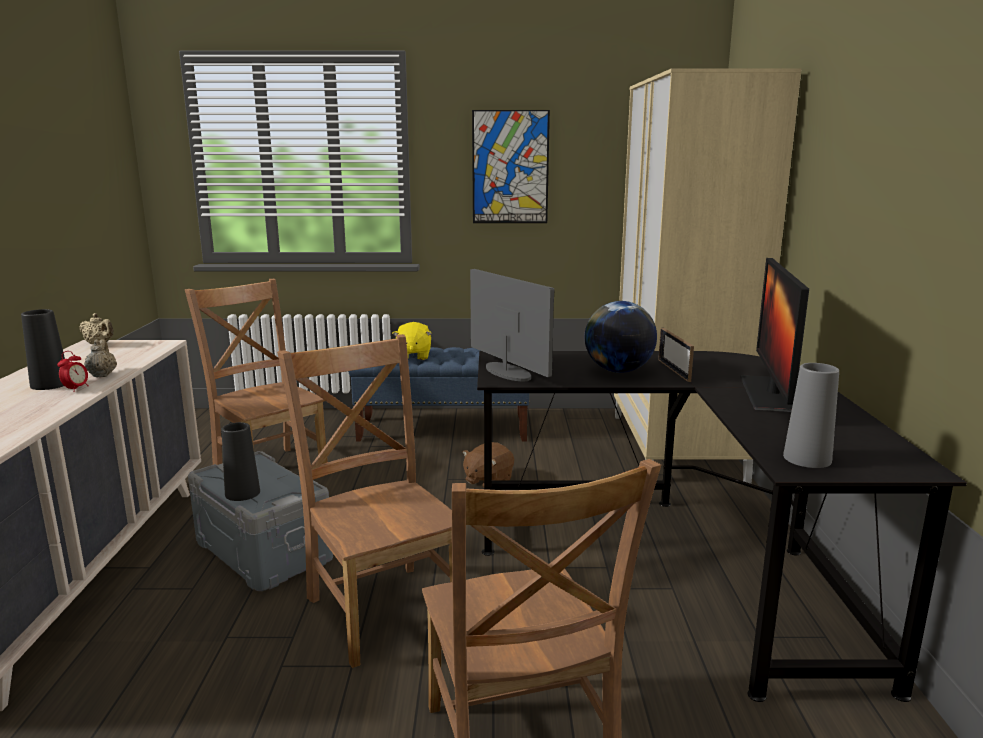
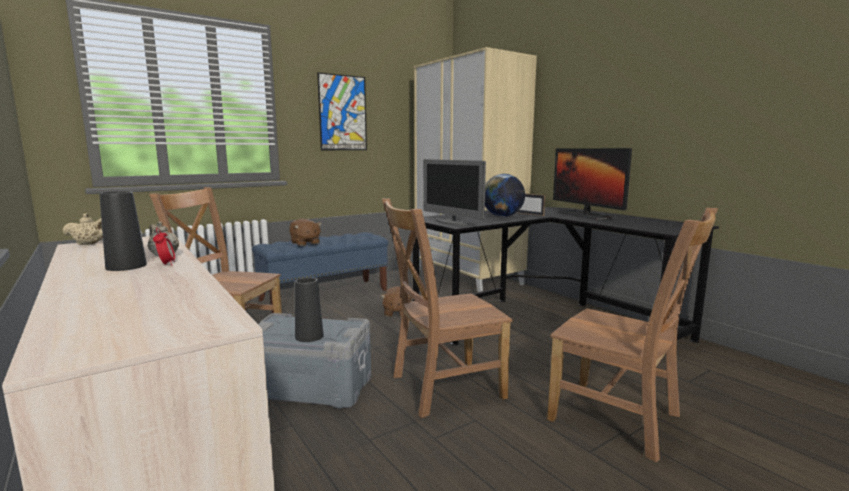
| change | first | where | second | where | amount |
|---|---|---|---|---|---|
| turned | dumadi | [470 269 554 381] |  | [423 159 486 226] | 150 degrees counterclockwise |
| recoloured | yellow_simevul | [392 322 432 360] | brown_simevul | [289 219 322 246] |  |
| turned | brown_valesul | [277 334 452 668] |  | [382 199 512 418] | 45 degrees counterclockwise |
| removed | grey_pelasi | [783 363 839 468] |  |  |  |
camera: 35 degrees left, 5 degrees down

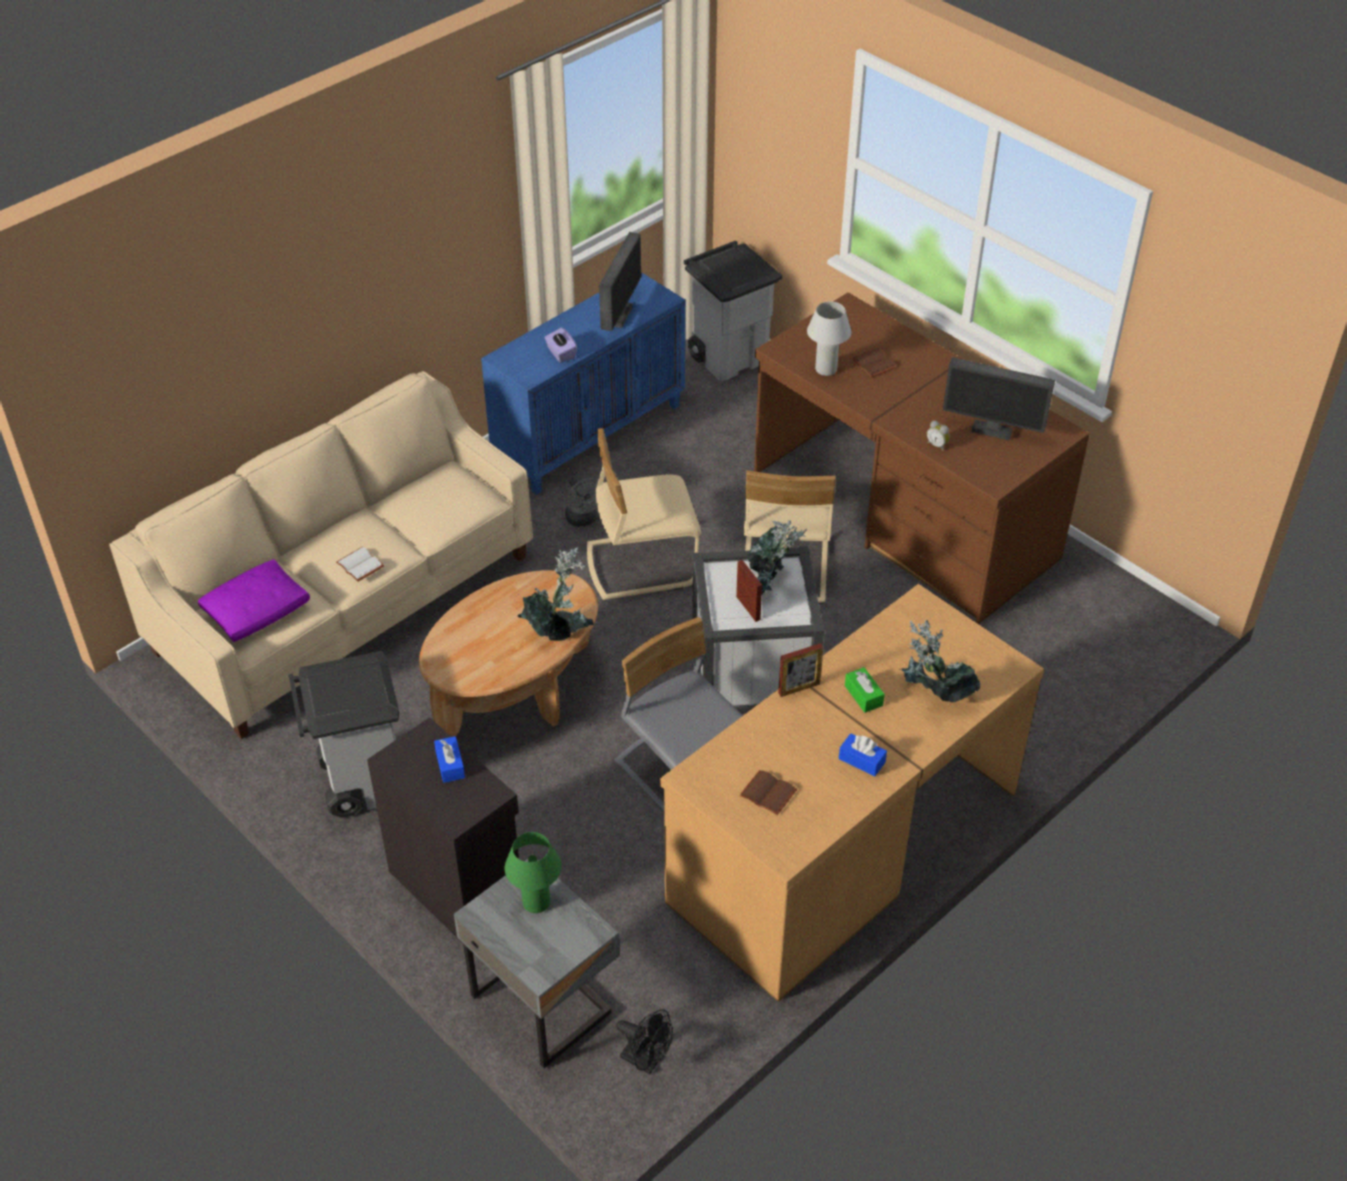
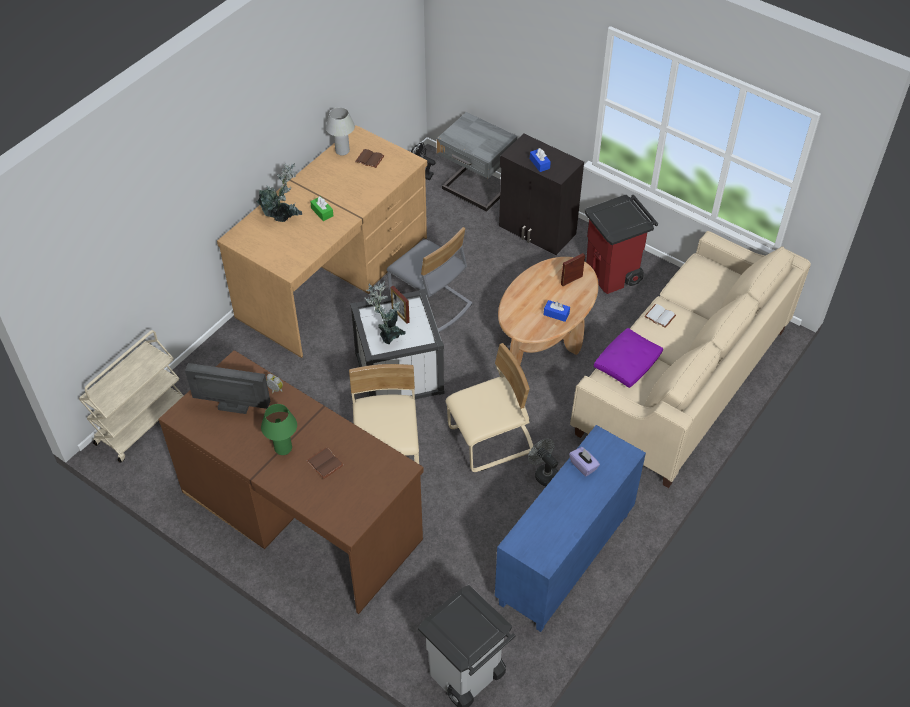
| change | first | where | second | where | amount |
|---|---|---|---|---|---|
| removed | dumadi | [599 232 641 331] |  |  |  |
| moved | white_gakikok | [807 301 851 376] |  | [326 107 355 156] |  |
| removed | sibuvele | [518 547 594 641] |  |  |  |
| moved | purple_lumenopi | [198 559 310 642] |  | [594 328 663 388] |  |
| moved | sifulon | [778 643 823 697] |  | [561 253 585 286] |  |
| recoloured | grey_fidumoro | [289 651 399 818] | red_fidumoro | [585 194 658 294] |  |
| moved | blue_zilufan | [839 734 887 777] |  | [544 300 570 322] |  |
| moved | green_gakikok | [505 832 561 913] |  | [261 404 297 455] |  |
| added |  |  | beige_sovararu | [79 330 184 463] |  |
camera: 170 degrees right, 5 degrees up

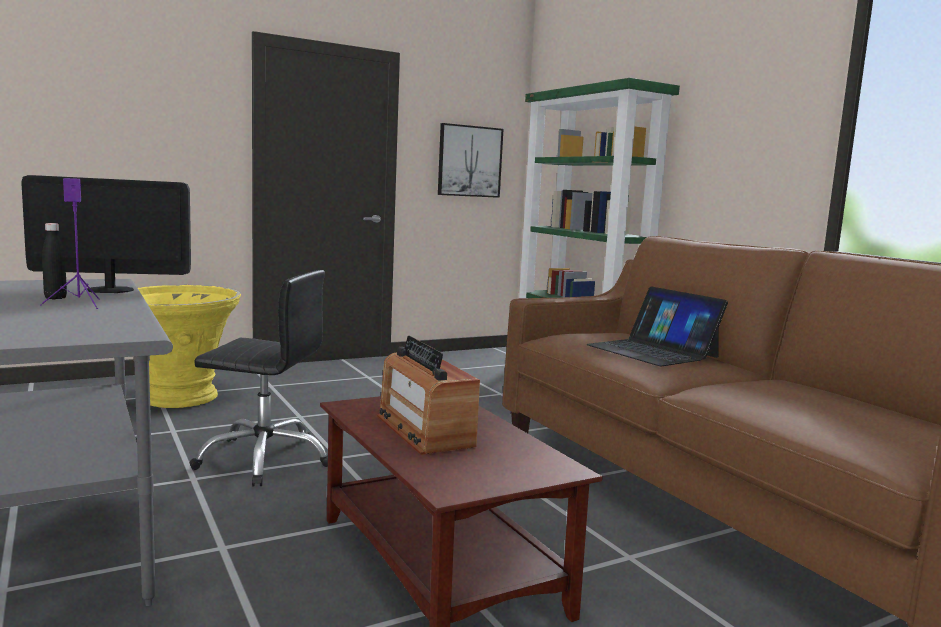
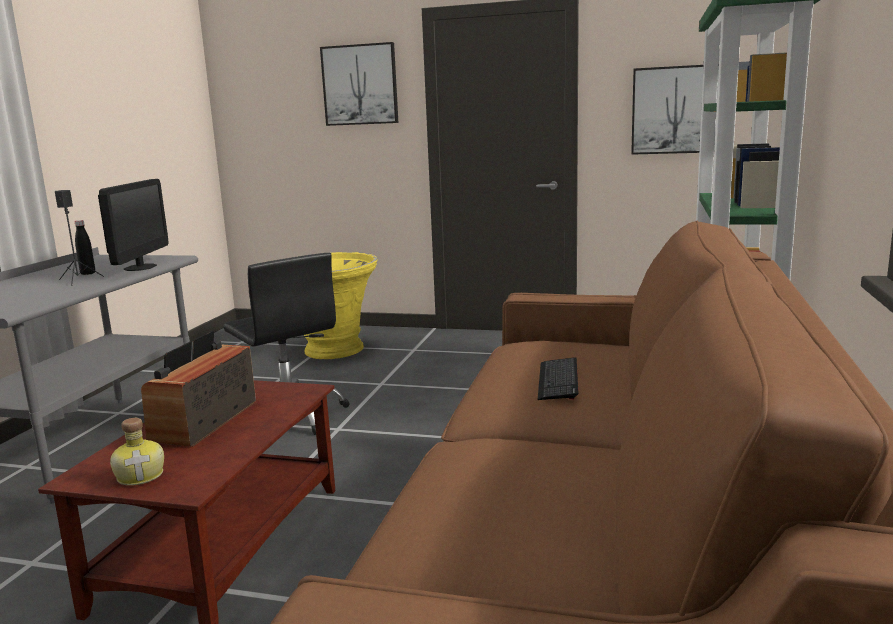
| change | first | where | second | where | amount |
|---|---|---|---|---|---|
| turned | dumadi | [21 175 191 293] |  | [98 179 169 271] | 60 degrees clockwise |
| recoloured | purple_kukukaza | [40 178 100 309] | black_kukukaza | [55 190 104 286] |  |
| replaced | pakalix | [586 286 728 366] | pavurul | [538 357 578 400] |  |
| added |  |  | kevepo | [320 42 399 126] |  |
| added |  |  | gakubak | [110 418 164 486] |  |
camera: 45 degrees right, 5 degrees up

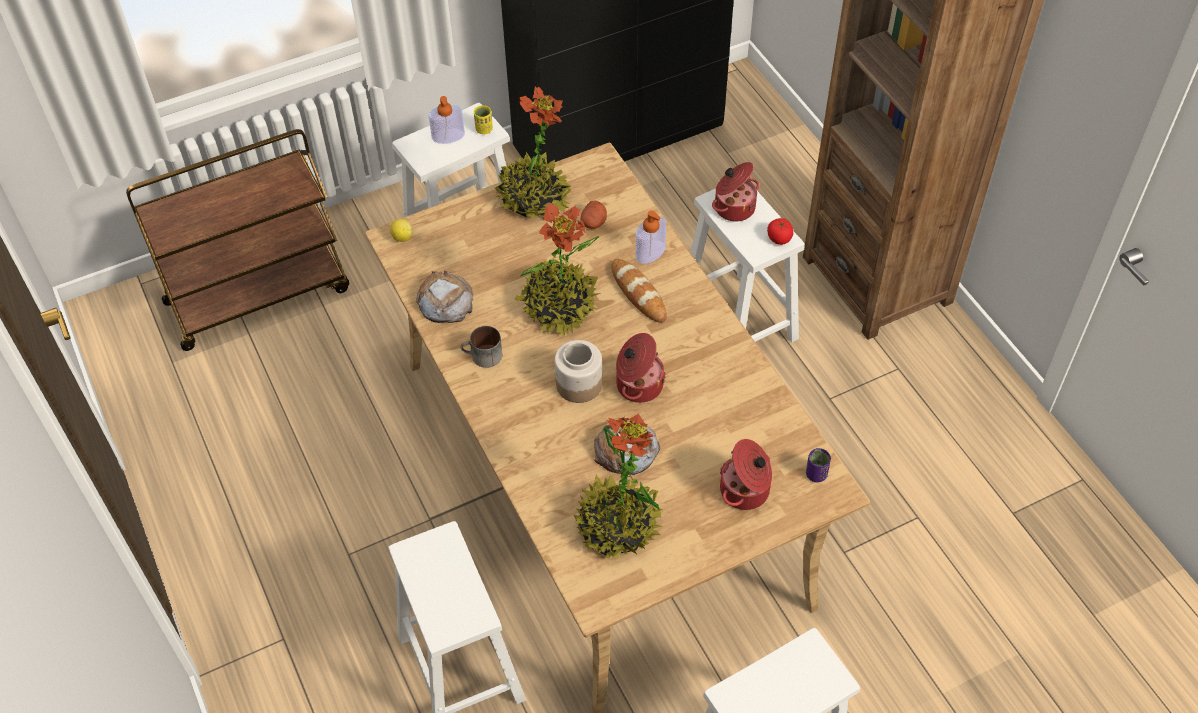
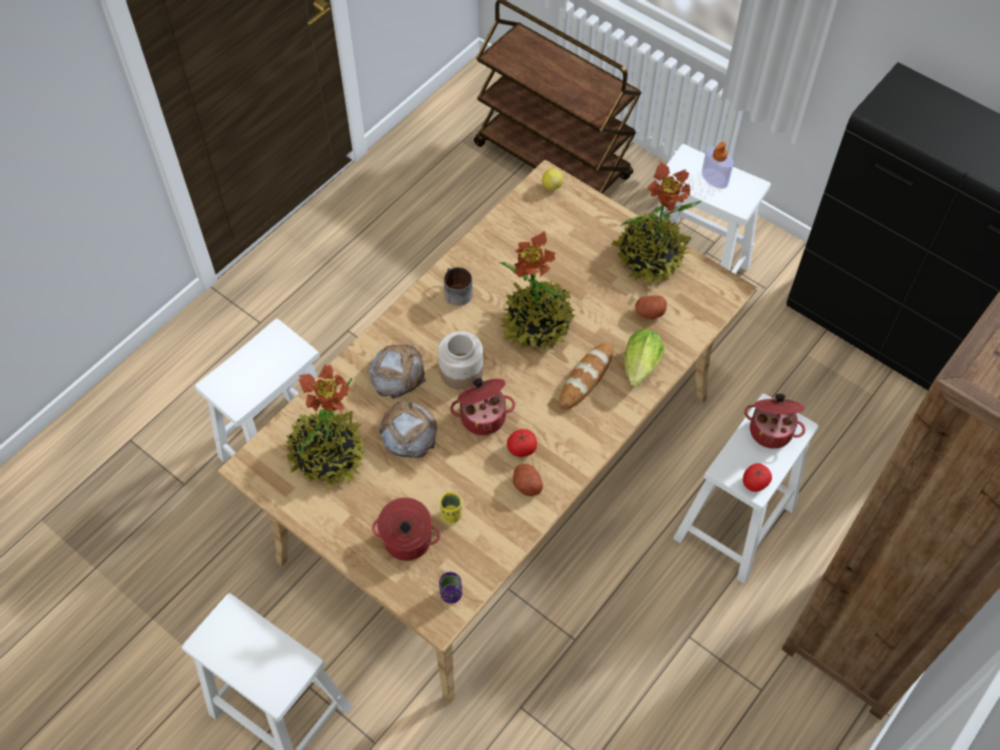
| change | first | where | second | where | amount |
|---|---|---|---|---|---|
| moved | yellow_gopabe | [474 105 493 134] |  | [440 492 462 524] |  |
| replaced | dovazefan | [636 210 666 264] | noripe | [624 329 664 387] |  |
| moved | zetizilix | [416 271 473 323] |  | [369 344 425 399] |  |
| added |  |  | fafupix | [507 429 537 457] |  |
| added |  |  | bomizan | [513 464 543 496] |  |
camera: 65 degrees right, 5 degrees up

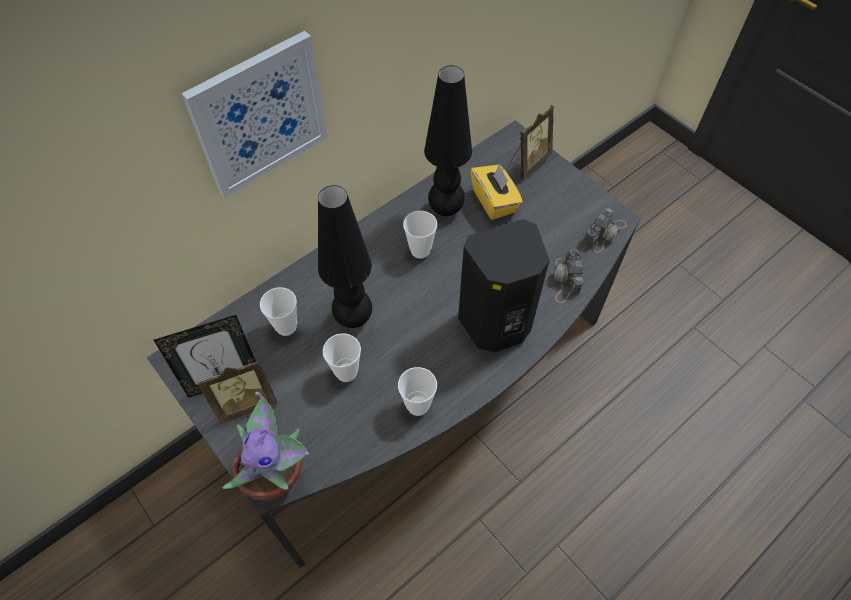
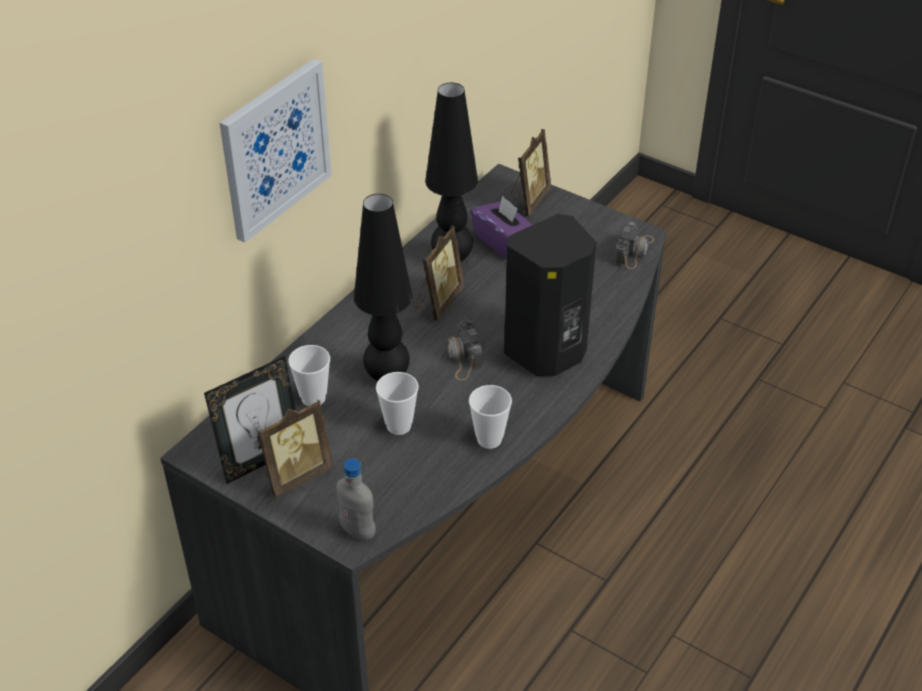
| change | first | where | second | where | amount |
|---|---|---|---|---|---|
| recoloured | yellow_zilufan | [470 164 523 220] | purple_zilufan | [471 195 532 259] |  |
| replaced | gopabe | [403 211 437 259] | sifulon | [415 226 465 321] |  |
| moved | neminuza | [554 249 583 303] |  | [447 320 483 380] |  |
| replaced | sibuvele | [222 392 309 500] | grey_gakubak | [336 458 375 540] |  |
camera: 15 degrees left, 15 degrees down

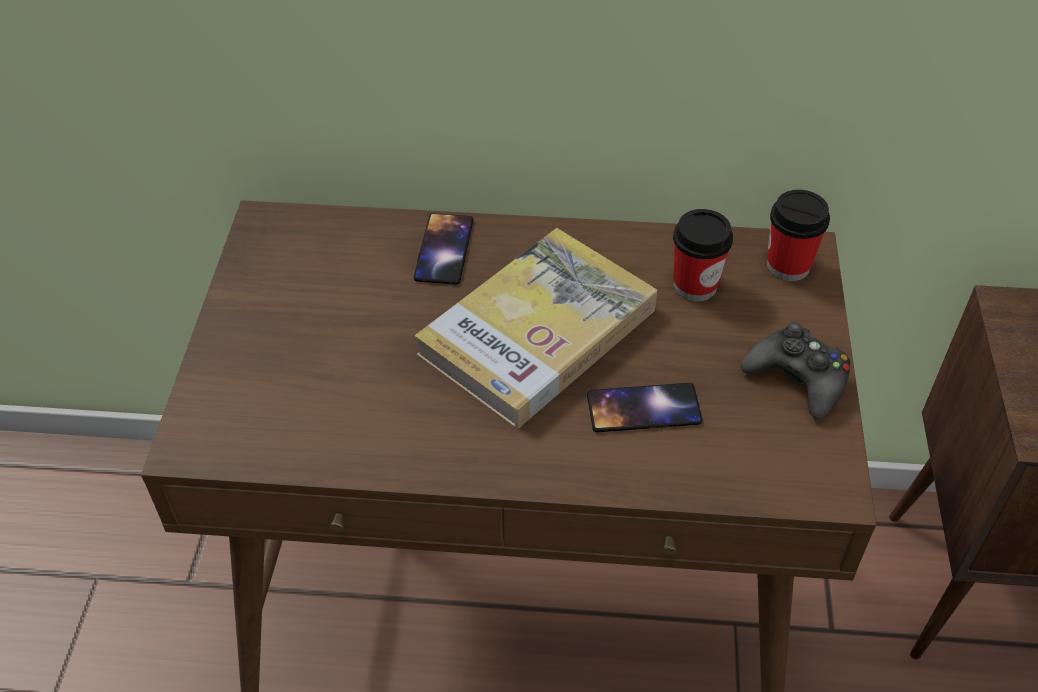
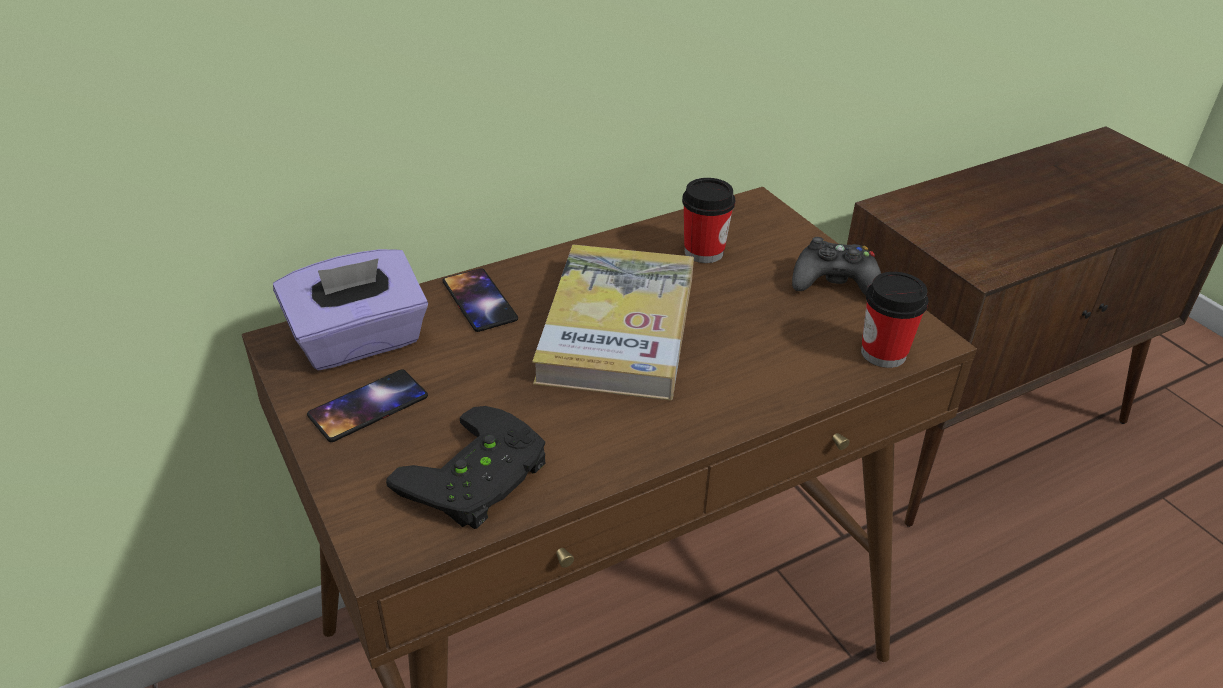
| change | first | where | second | where | amount |
|---|---|---|---|---|---|
| moved | gopabe | [767 190 830 281] |  | [861 272 929 368] |  |
| moved | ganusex | [587 383 703 432] |  | [307 369 428 442] |  |
| added |  |  | purple_zilufan | [273 249 428 370] |  |
| added |  |  | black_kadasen | [386 406 546 529] |  |
camera: 35 degrees left, 10 degrees down

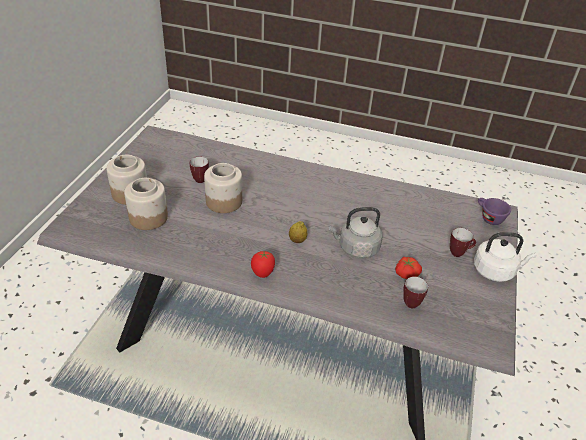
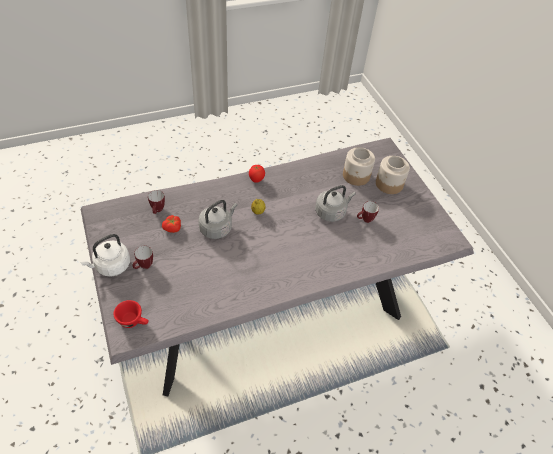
| change | first | where | second | where | amount |
|---|---|---|---|---|---|
| replaced | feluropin | [204 163 242 213] | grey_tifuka | [315 185 356 222] |  |
| recoloured | purple_gopabe | [478 198 511 225] | red_gopabe | [113 300 149 328] |  |
camera: 140 degrees right, 10 degrees up

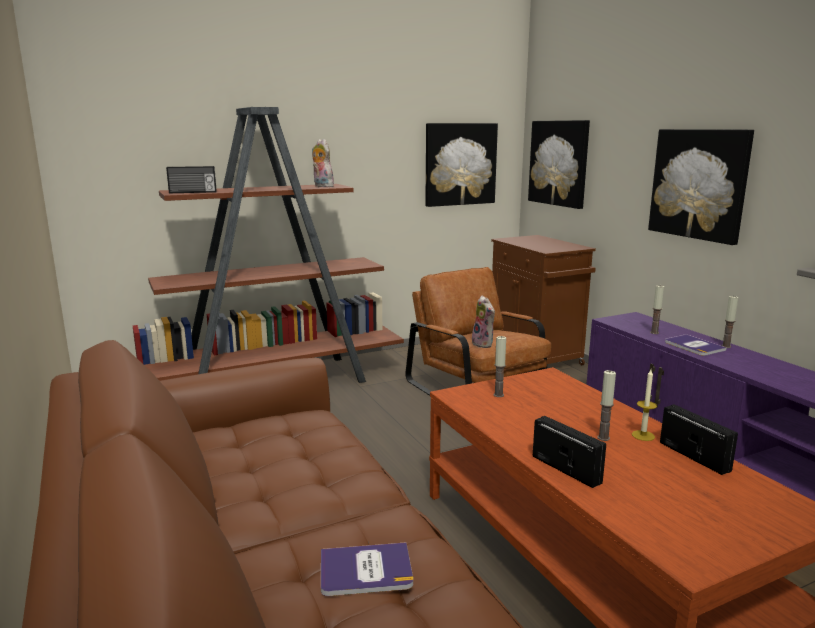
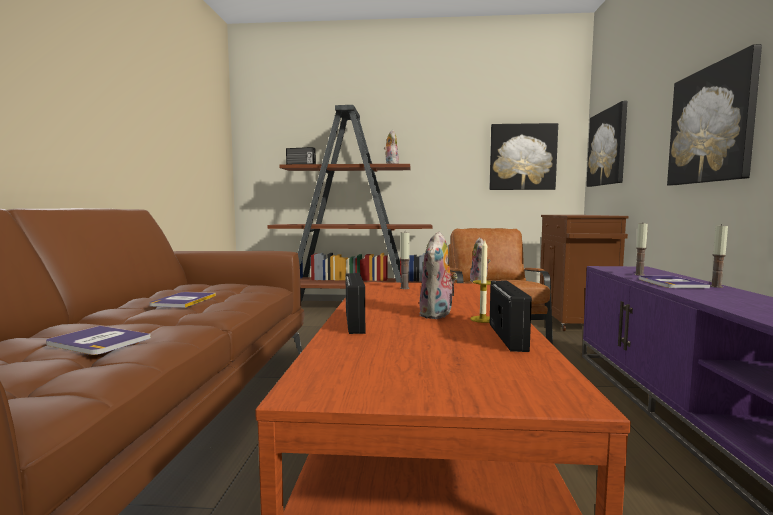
| change | first | where | second | where | amount |
|---|---|---|---|---|---|
| replaced | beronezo | [597 370 616 441] | simevul | [419 232 458 319] |  |
| added |  |  | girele | [149 292 216 308] |  |
camera: 30 degrees right, 10 degrees down

